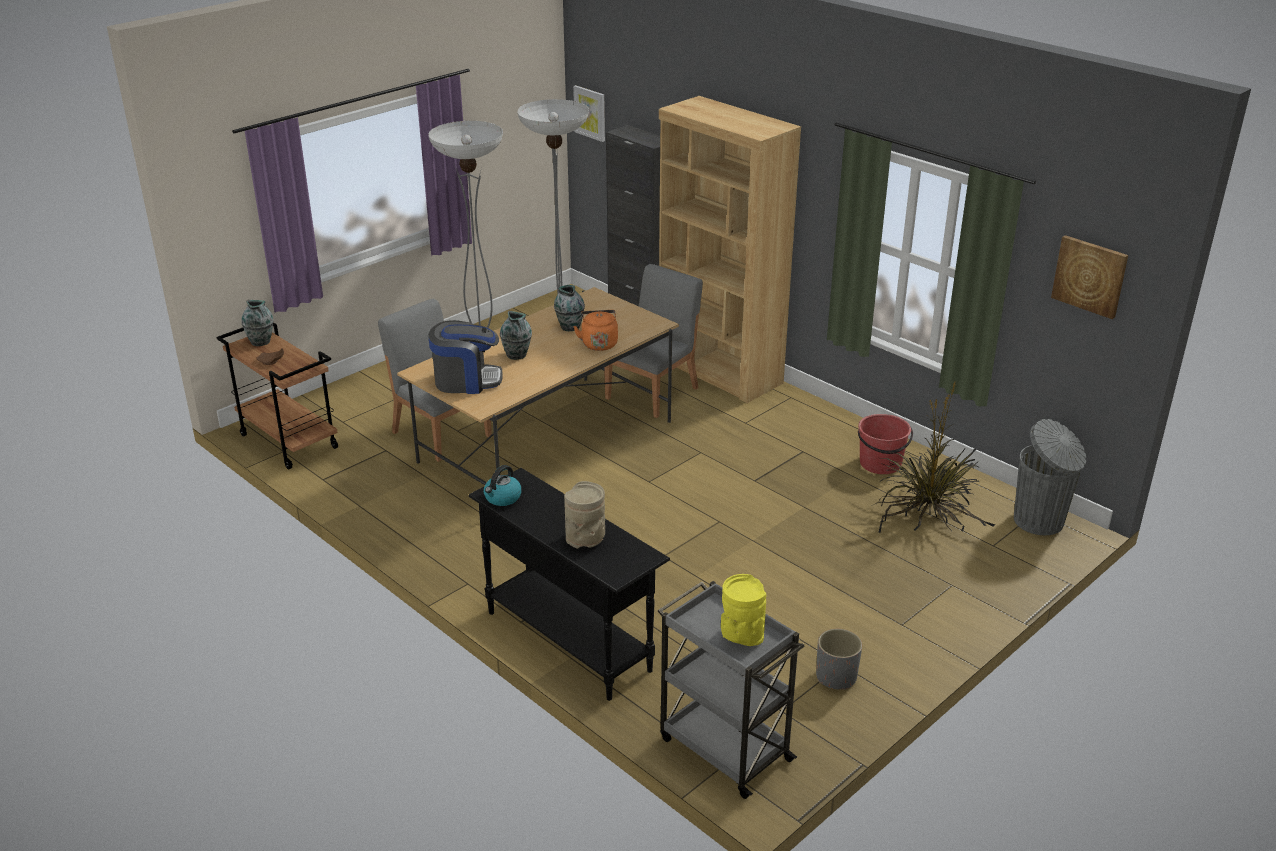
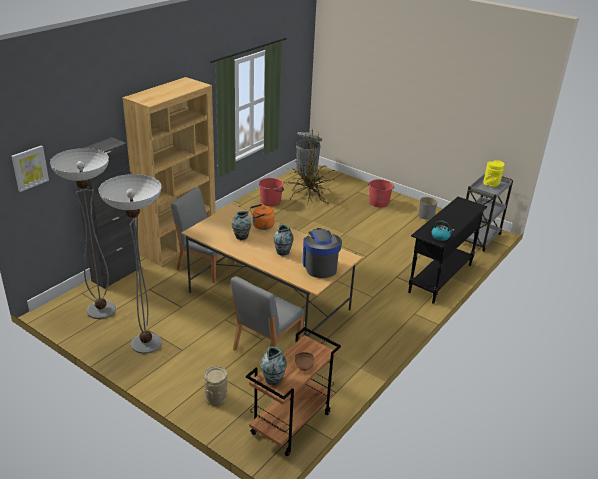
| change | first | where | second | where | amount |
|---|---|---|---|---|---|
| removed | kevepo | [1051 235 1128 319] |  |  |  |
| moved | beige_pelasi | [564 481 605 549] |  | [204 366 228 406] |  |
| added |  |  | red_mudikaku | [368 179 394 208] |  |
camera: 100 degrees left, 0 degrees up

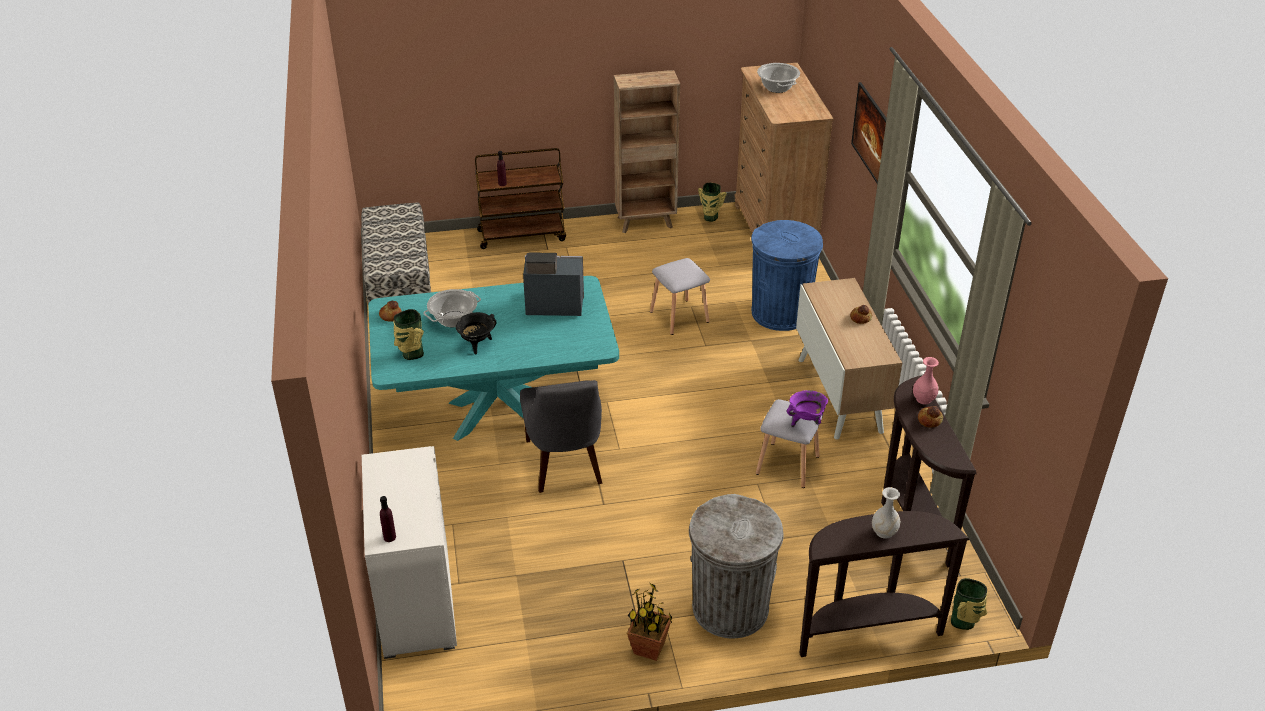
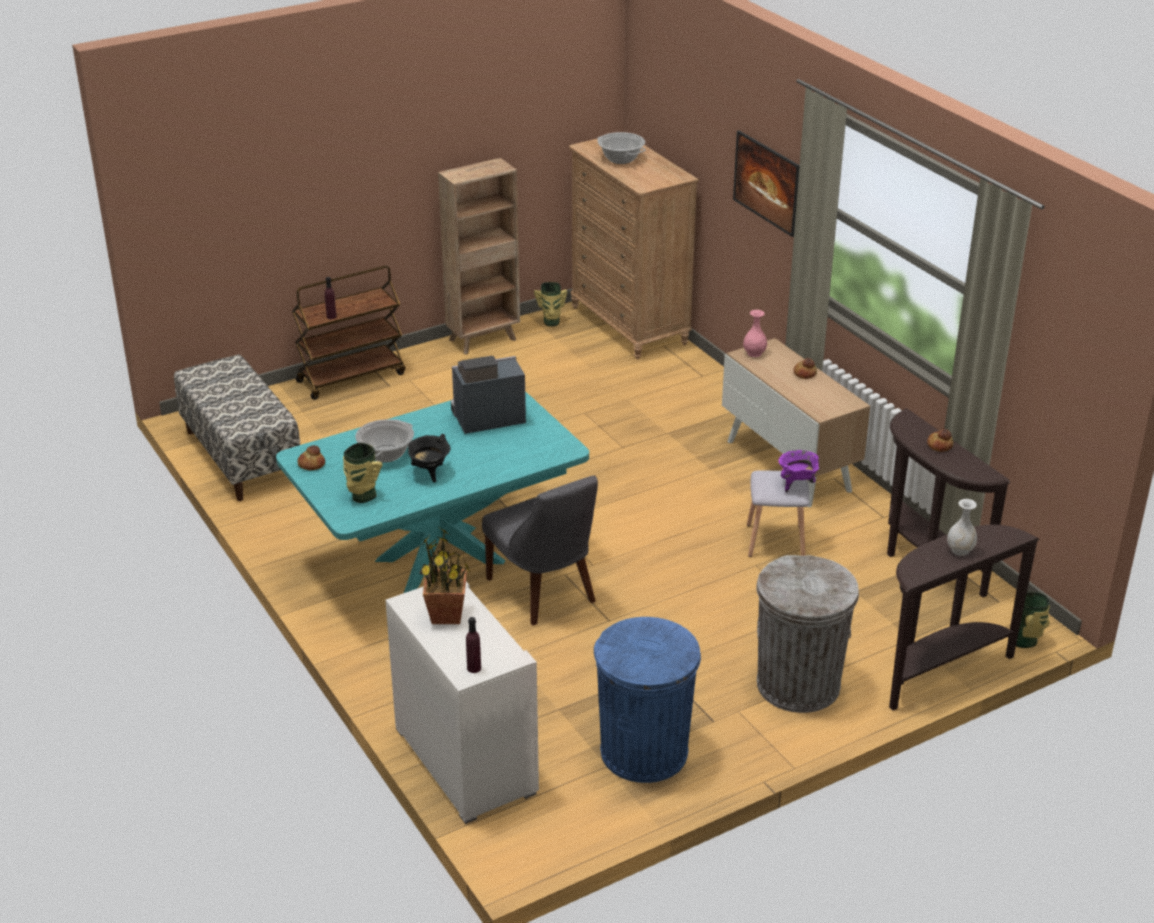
| change | first | where | second | where | amount |
|---|---|---|---|---|---|
| moved | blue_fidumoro | [751 220 823 331] |  | [594 617 701 783] |  |
| removed | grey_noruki | [650 258 710 335] |  |  |  |
| moved | pink_pelasi | [913 357 939 405] |  | [743 310 767 357] |  |
| moved | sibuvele | [627 582 672 661] |  | [419 528 471 624] |  |
camera: 20 degrees left, 5 degrees down

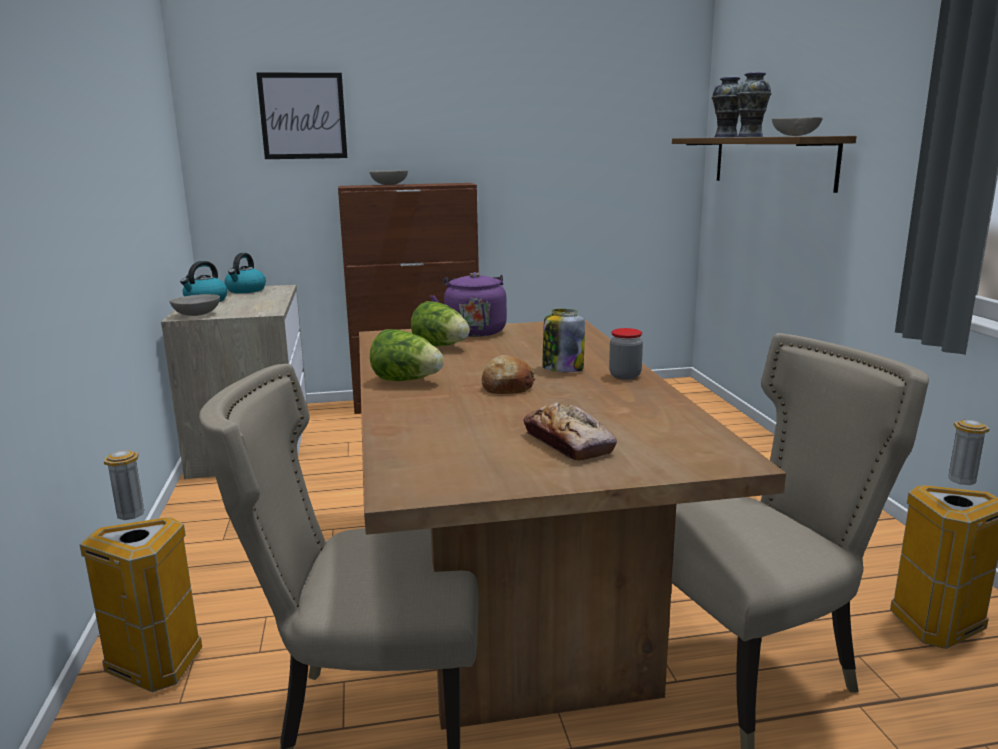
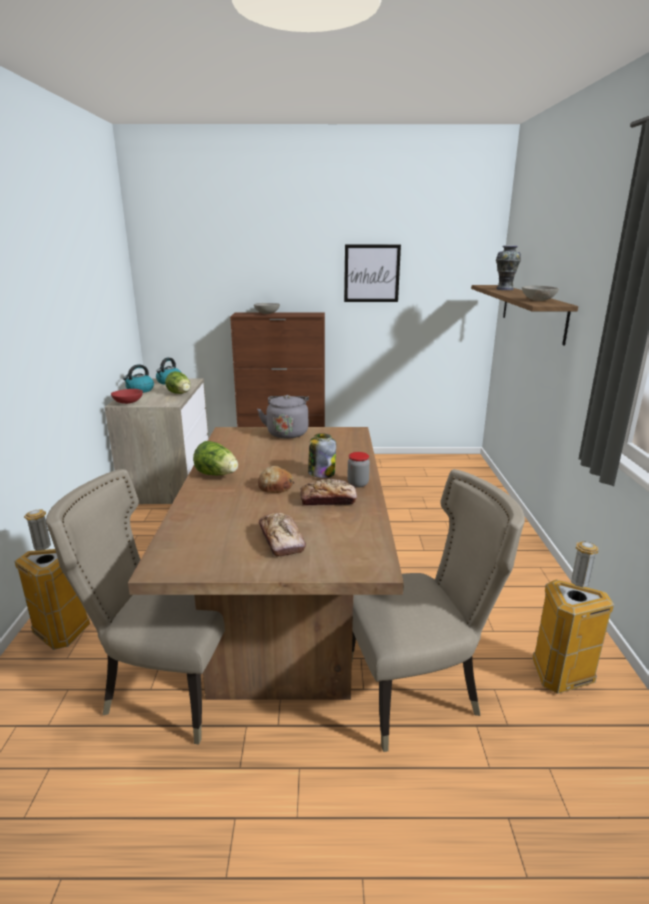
| change | first | where | second | where | amount |
|---|---|---|---|---|---|
| removed | pelasi | [736 72 771 137] |  |  |  |
| moved | kevepo | [256 73 347 159] |  | [344 245 401 302] |  |
| recoloured | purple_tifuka | [430 272 507 337] | grey_tifuka | [257 395 309 439] |  |
| recoloured | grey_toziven | [169 294 220 316] | red_toziven | [111 389 143 404] |  |
| moved | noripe | [411 301 470 346] |  | [165 371 190 394] |  |
| added |  |  | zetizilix | [300 479 357 506] |  |
camera: 10 degrees right, 5 degrees up

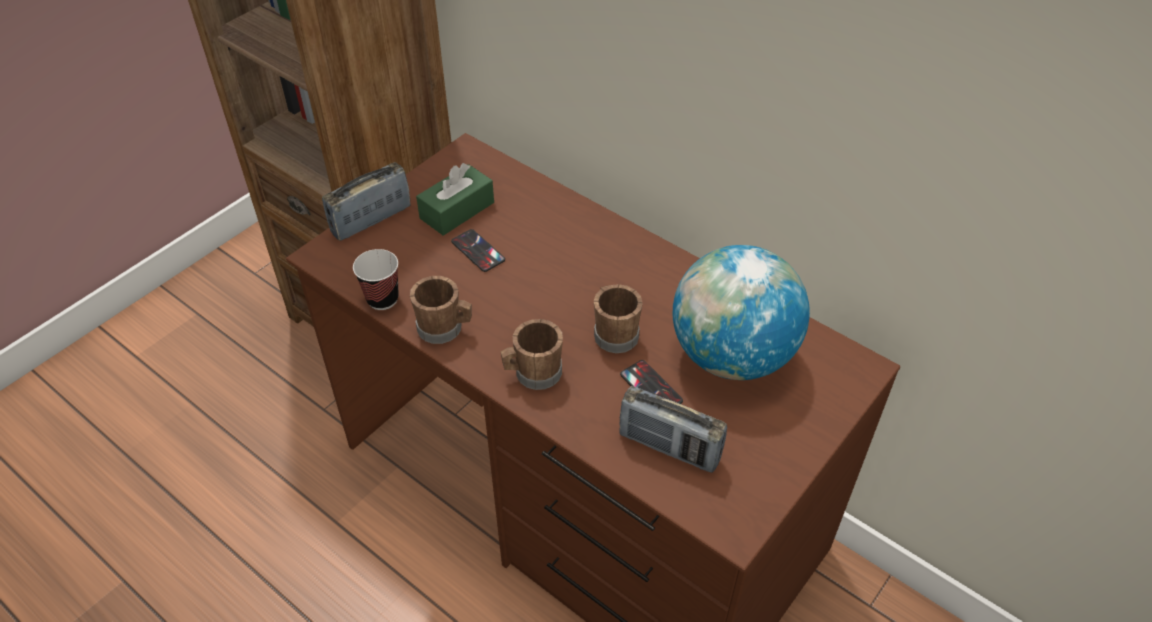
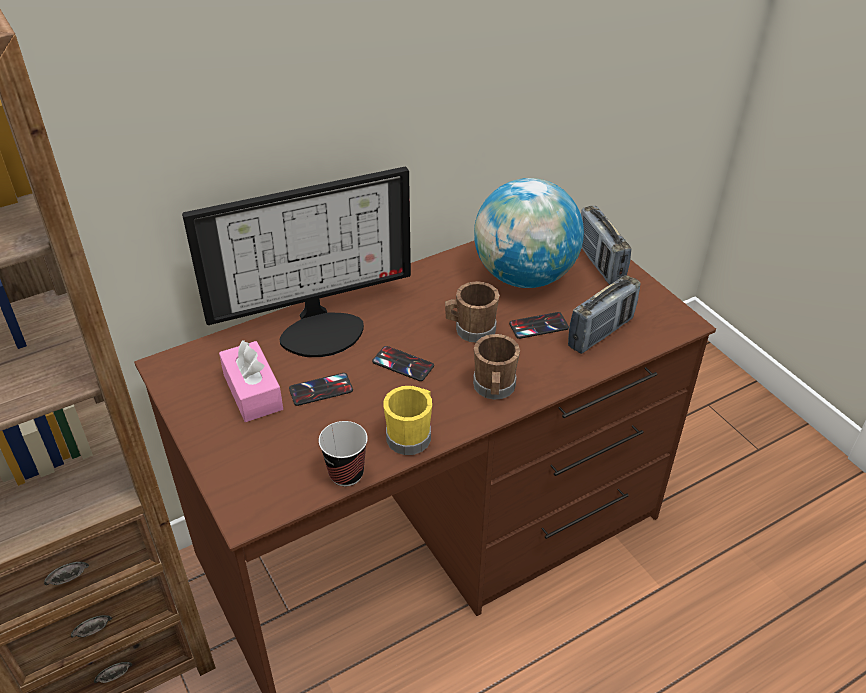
| change | first | where | second | where | amount |
|---|---|---|---|---|---|
| moved | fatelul | [322 162 411 241] |  | [581 206 631 285] |  |
| recoloured | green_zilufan | [416 163 494 236] | pink_zilufan | [219 339 283 422] |  |
| recoloured | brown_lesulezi | [410 276 472 344] | yellow_lesulezi | [384 386 432 455] |  |
| added |  |  | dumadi | [182 167 411 357] |  |
| added |  |  | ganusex | [372 346 434 381] |  |
camera: 70 degrees left, 5 degrees down

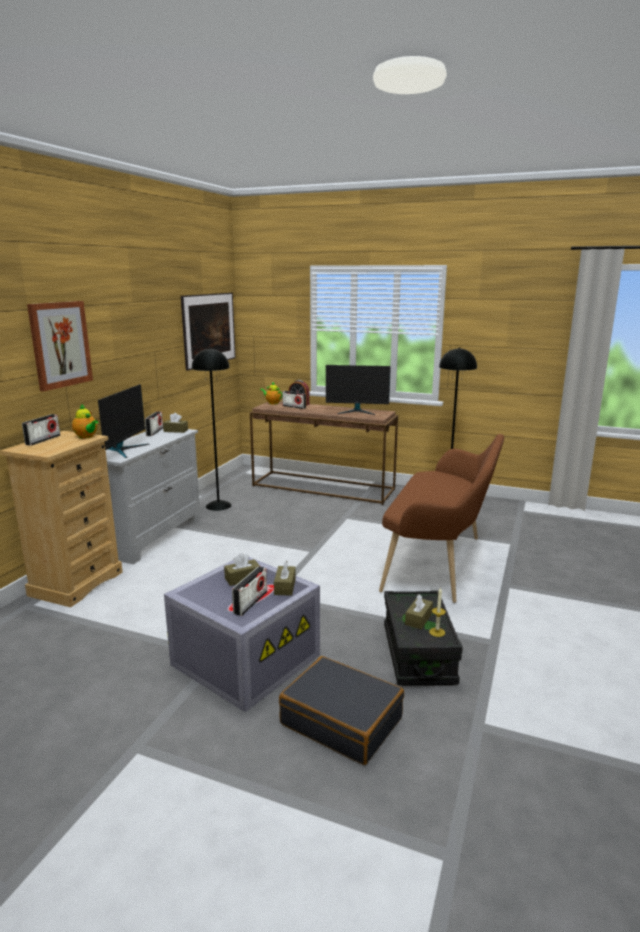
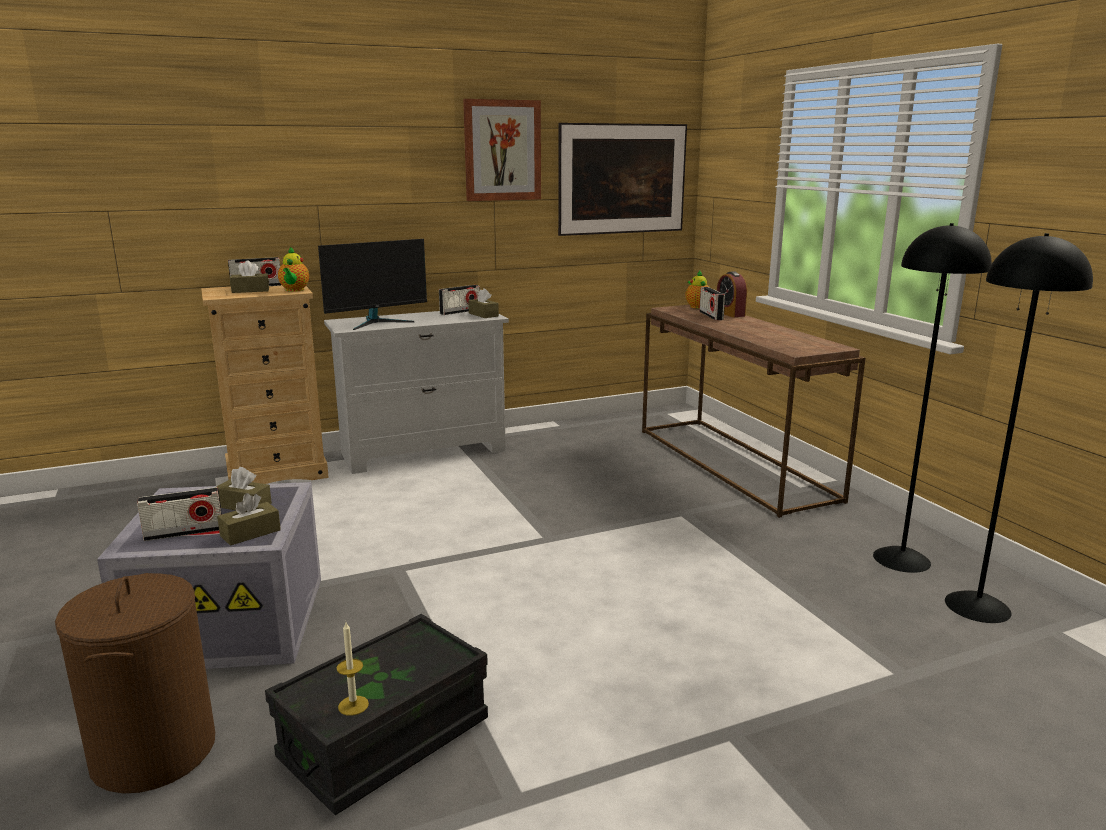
| change | first | where | second | where | amount |
|---|---|---|---|---|---|
| moved | kevepo | [27 301 93 392] |  | [463 99 541 201] |  |
| moved | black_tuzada | [192 348 232 511] |  | [945 233 1093 623] |  |
| removed | dumadi | [326 365 391 415] |  |  |  |
| removed | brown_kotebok | [379 434 504 603] |  |  |  |
| moved | brown_zilufan | [405 594 433 629] |  | [230 260 269 293] |  |
| replaced | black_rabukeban | [279 656 404 765] | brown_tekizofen | [55 573 215 794] |  |
camera: 45 degrees right, 0 degrees up

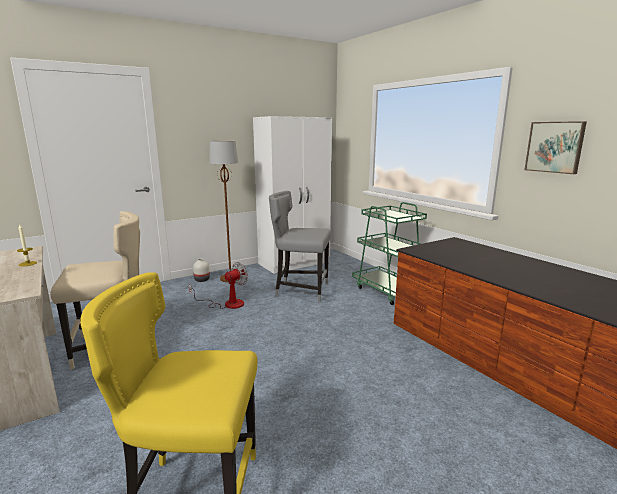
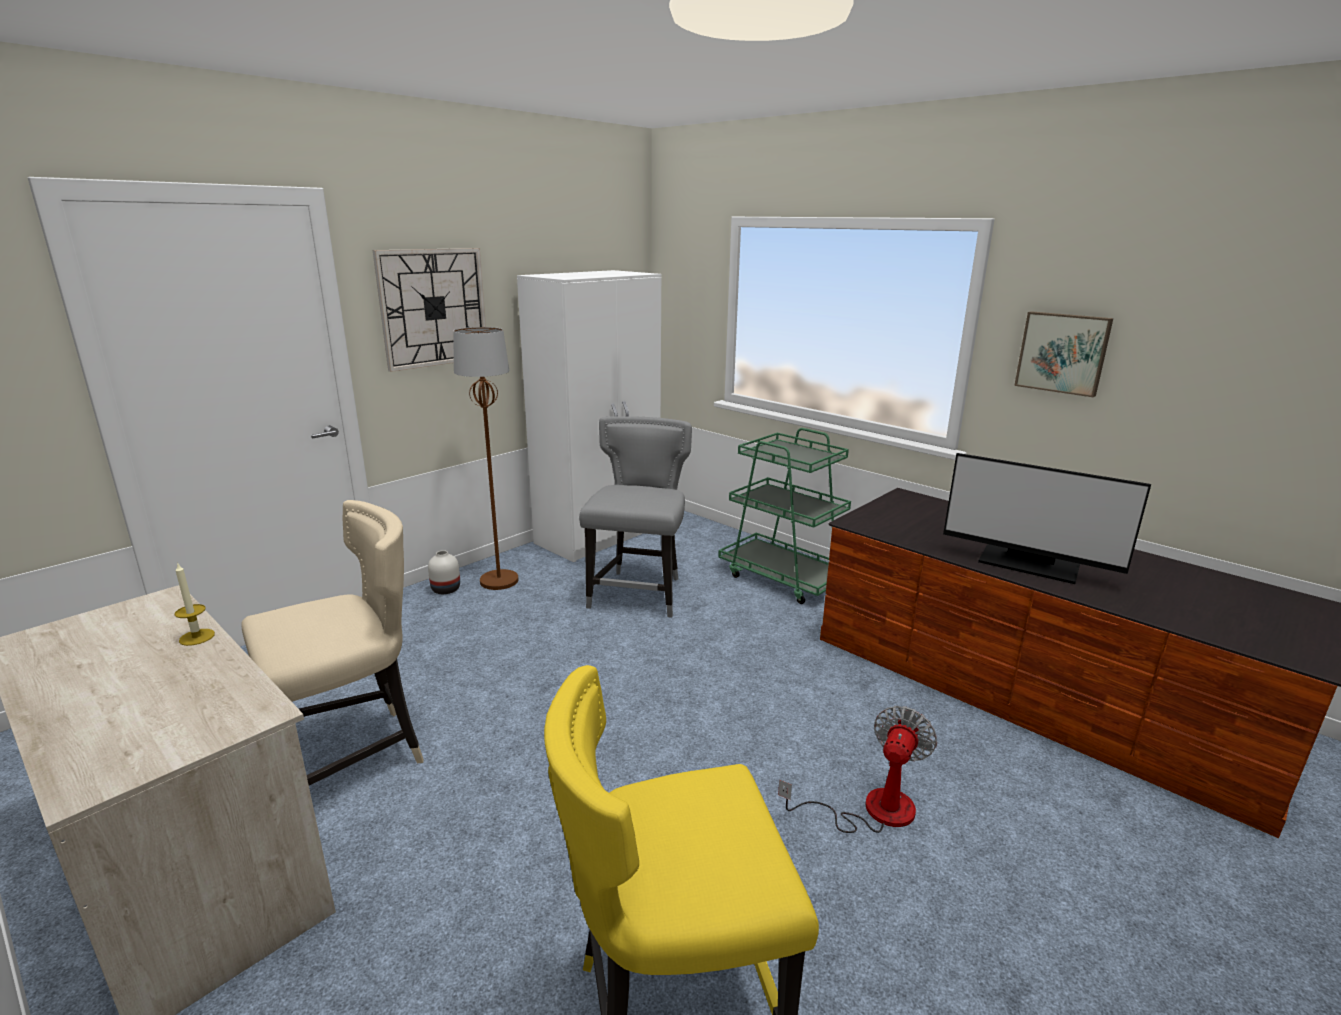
| change | first | where | second | where | amount |
|---|---|---|---|---|---|
| turned | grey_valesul | [269 191 331 302] |  | [579 416 692 618] | 105 degrees clockwise |
| moved | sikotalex | [189 262 248 309] |  | [778 706 937 833] |  |
| added |  |  | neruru | [373 248 486 372] |  |
| added |  |  | dumadi | [943 453 1151 584] |  |
camera: 15 degrees left, 5 degrees up

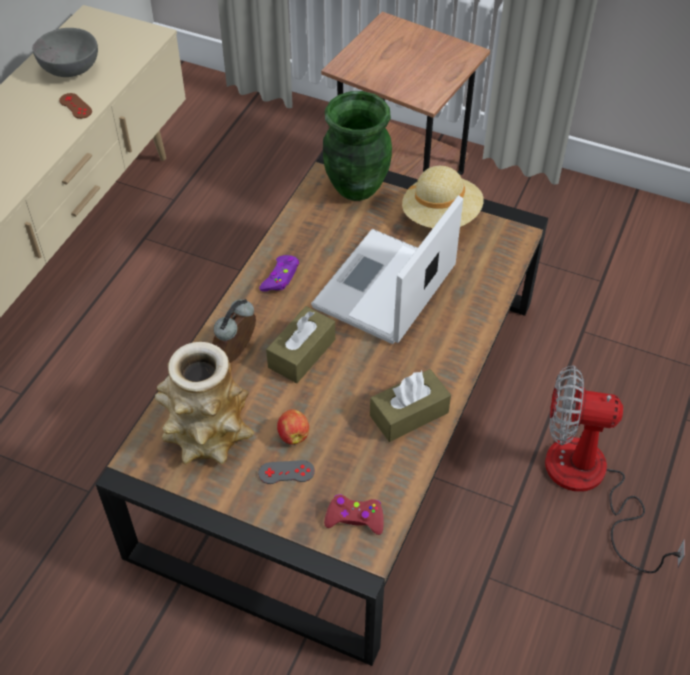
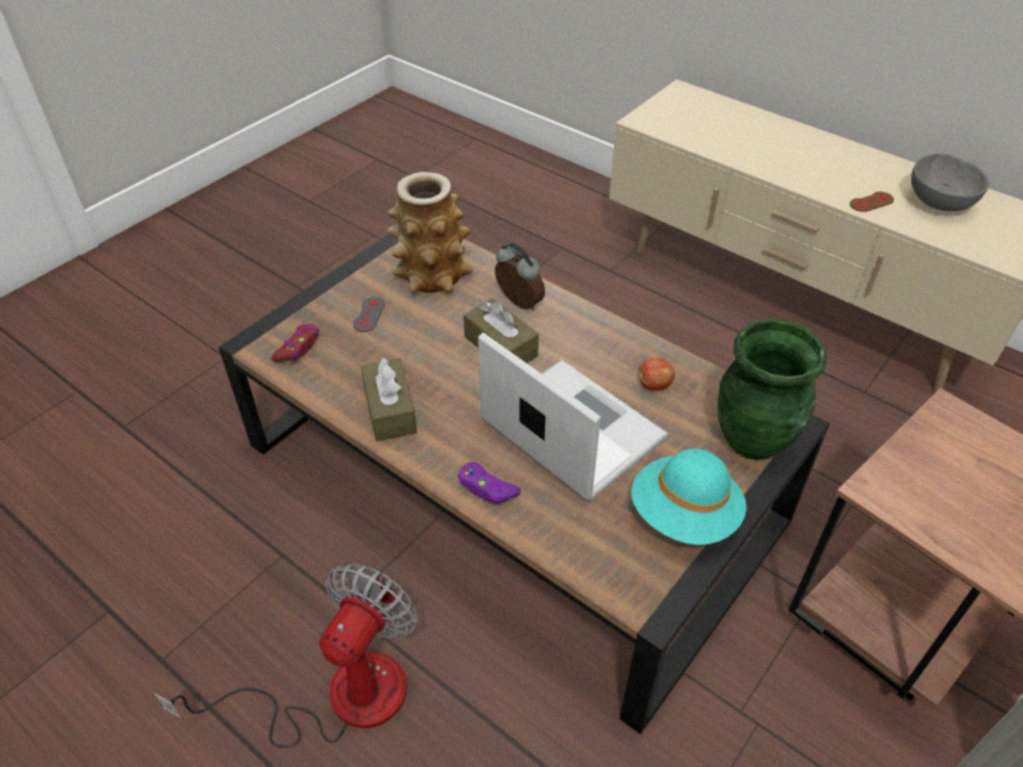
| change | first | where | second | where | amount |
|---|---|---|---|---|---|
| recoloured | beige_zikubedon | [402 166 484 228] | turquoise_zikubedon | [631 448 747 545] |  |
| moved | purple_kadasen | [259 255 299 292] |  | [458 462 521 504] |  |
| moved | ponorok | [277 409 309 445] |  | [638 358 675 391] |  |
camera: 105 degrees right, 5 degrees down

